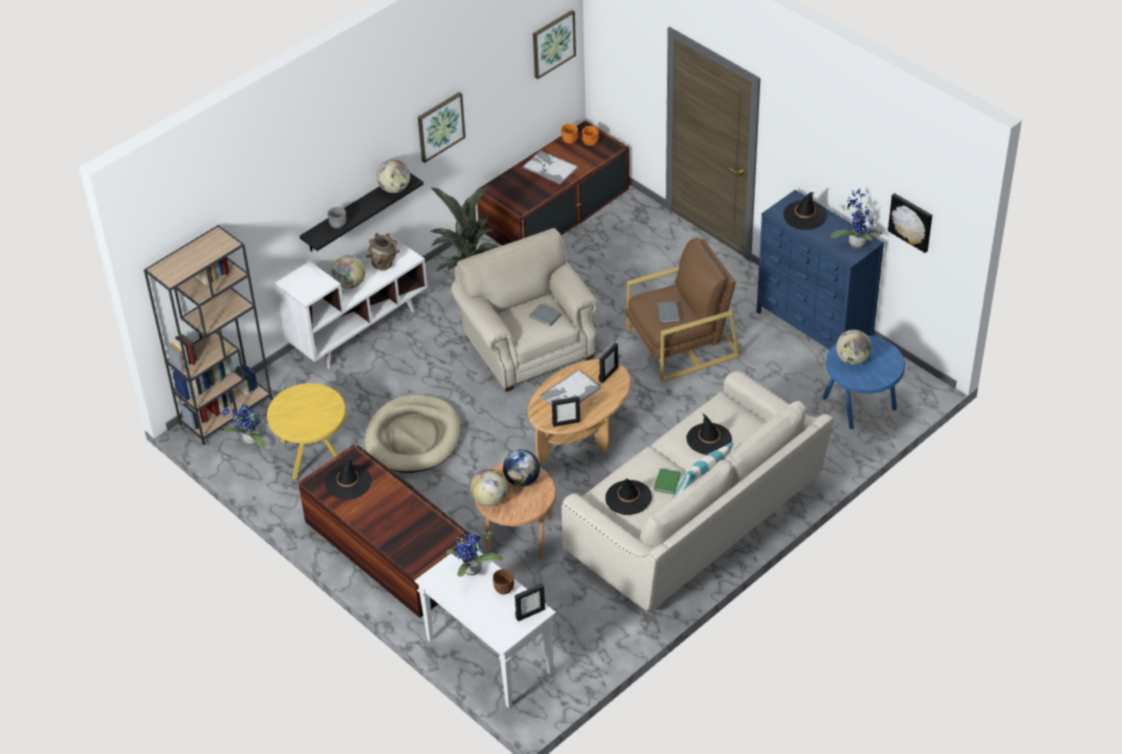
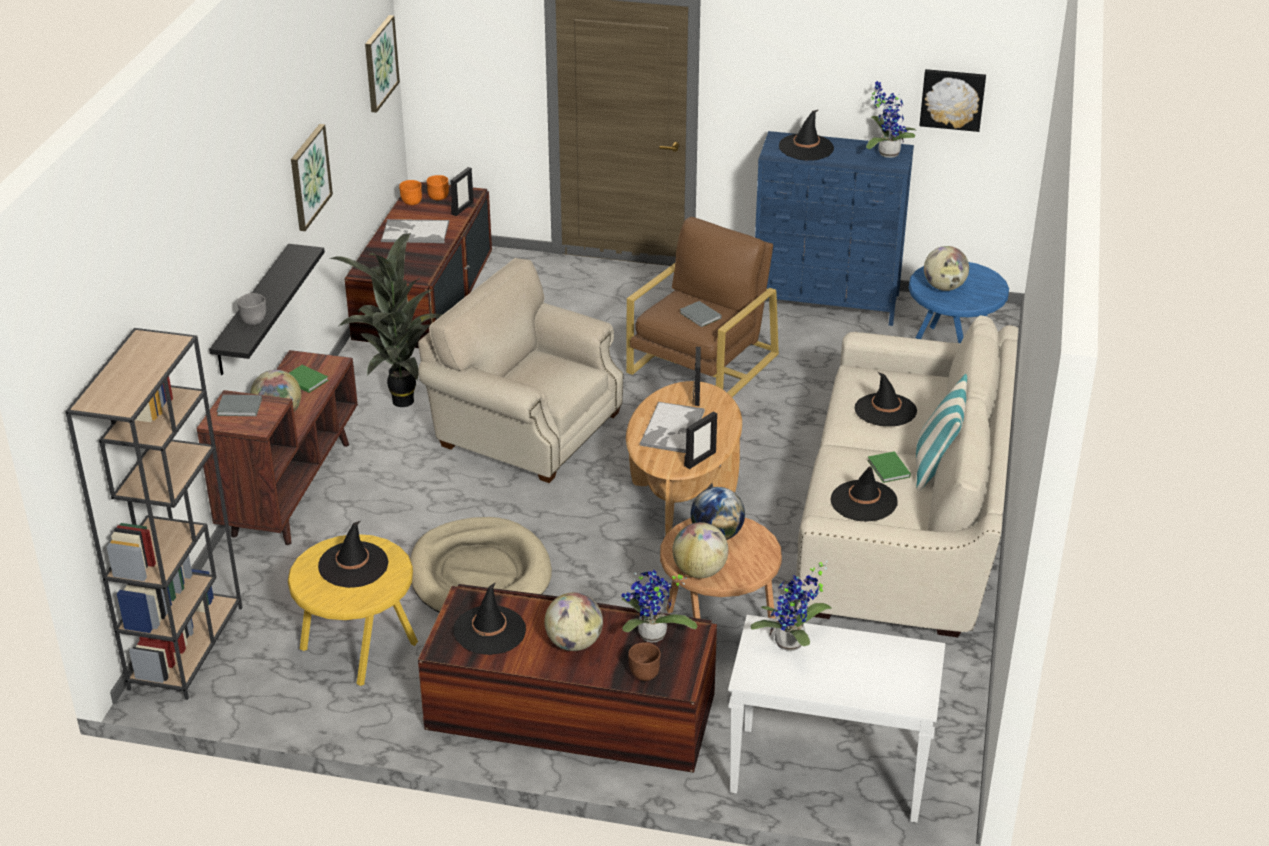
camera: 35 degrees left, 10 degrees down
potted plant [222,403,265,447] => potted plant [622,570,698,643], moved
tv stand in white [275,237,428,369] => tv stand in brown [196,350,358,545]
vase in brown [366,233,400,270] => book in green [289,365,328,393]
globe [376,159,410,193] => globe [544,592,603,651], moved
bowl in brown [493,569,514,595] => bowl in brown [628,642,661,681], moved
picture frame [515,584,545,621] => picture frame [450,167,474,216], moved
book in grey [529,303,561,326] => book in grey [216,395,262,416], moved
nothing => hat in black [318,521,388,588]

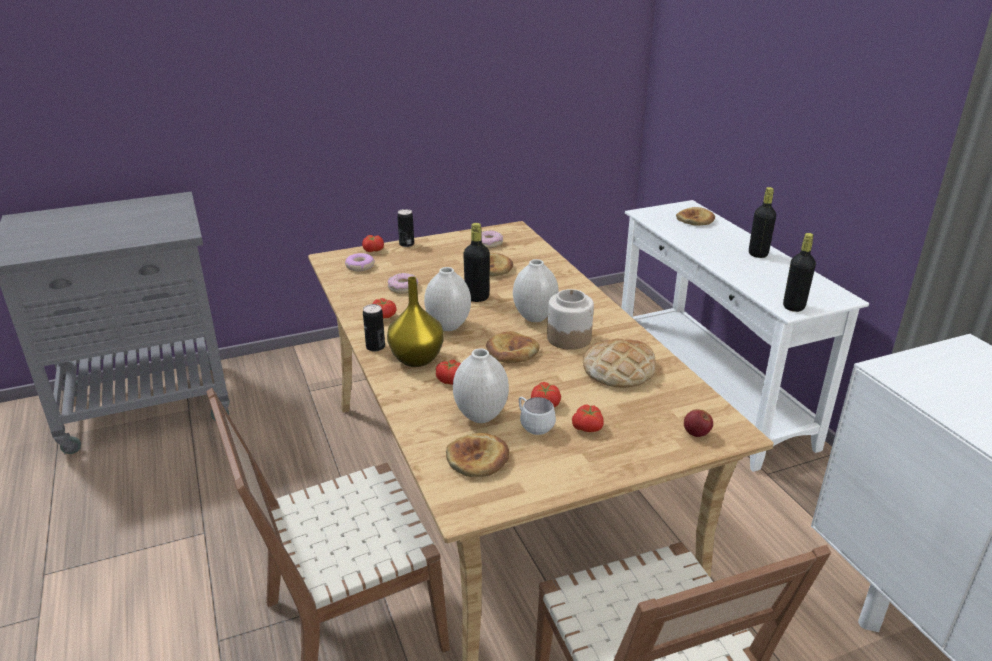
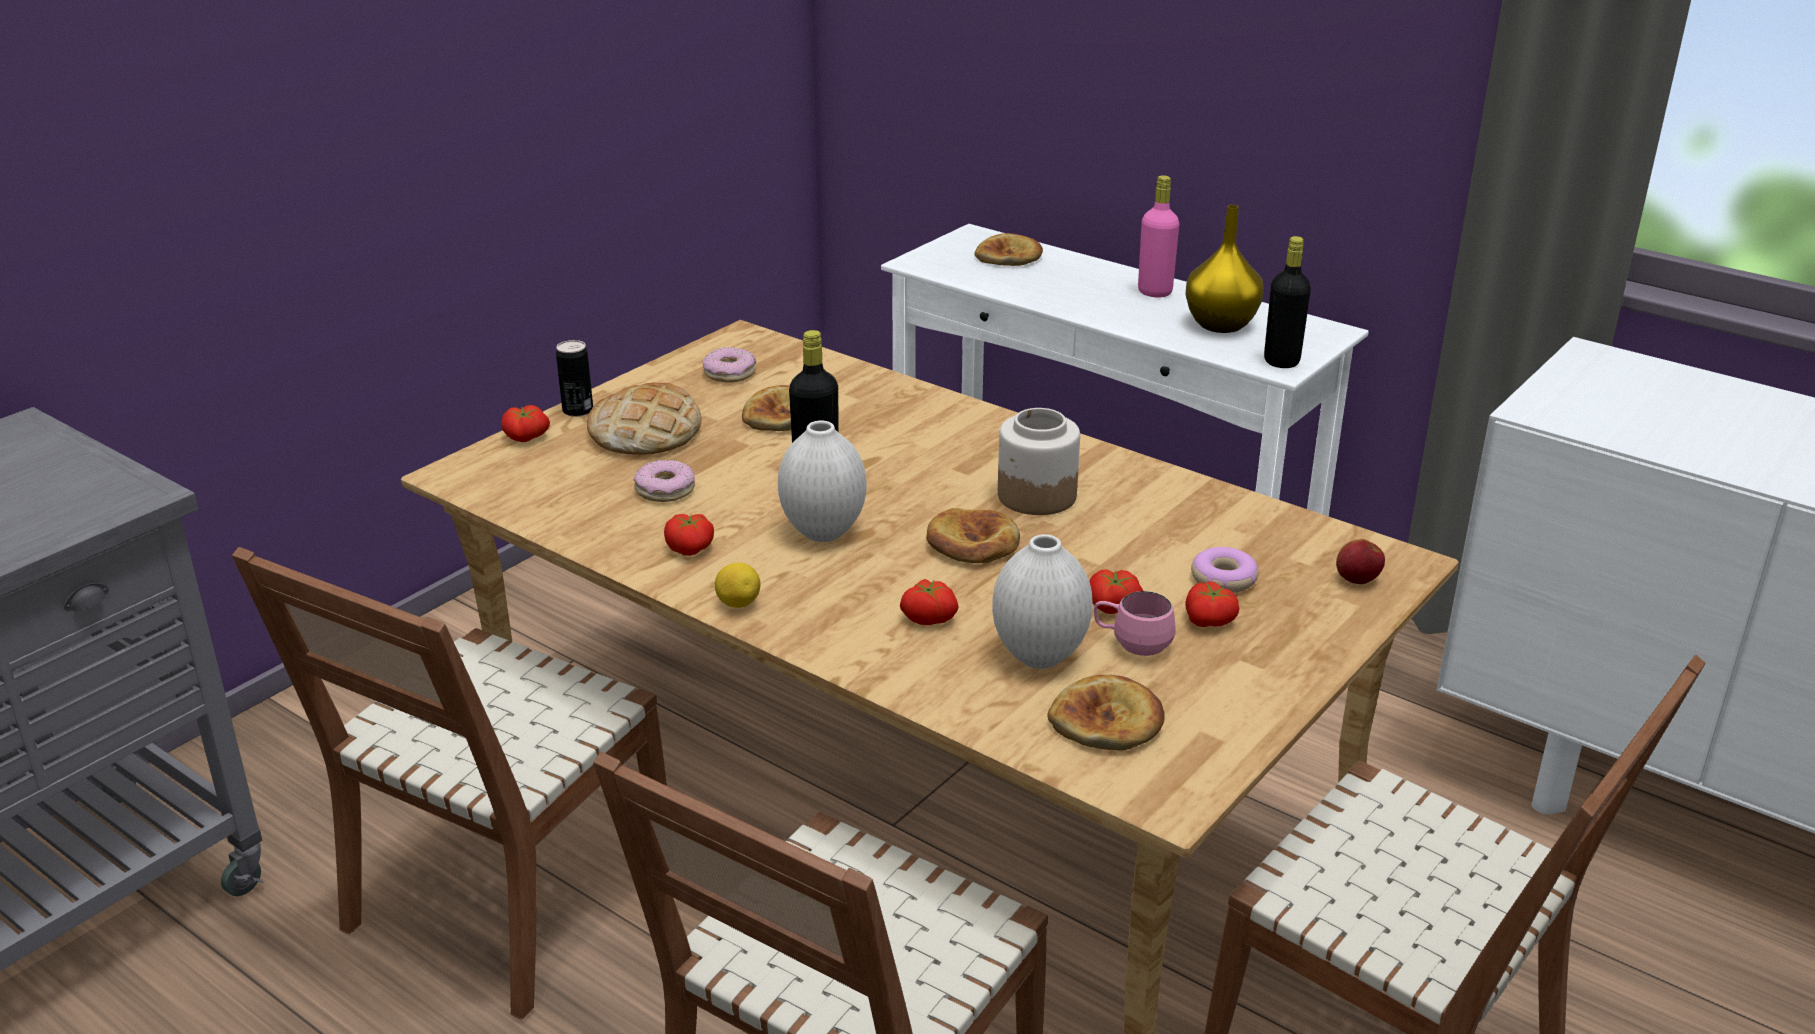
camera: 30 degrees left, 0 degrees up
donut [345,253,375,271] => donut [1191,547,1259,593], moved
can [363,304,385,351] => lemon [715,563,761,608]
vase in yellow [387,277,444,367] => vase in yellow [1185,205,1264,333], moved
vase in white [513,259,559,322] => nothing
mug in white [519,397,556,435] => mug in pink [1094,591,1176,656]
bread [583,339,656,388] => bread [587,382,702,455], moved
bottle in black [749,187,776,258] => bottle in pink [1138,175,1179,297]
nothing => chair [232,547,667,1020]

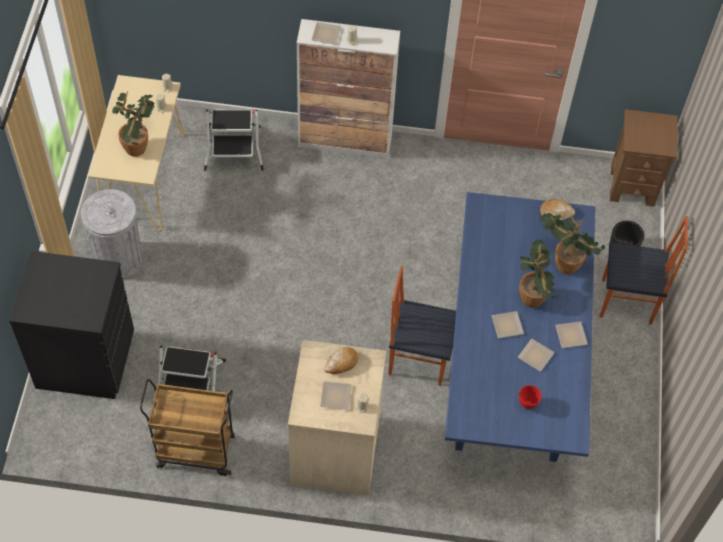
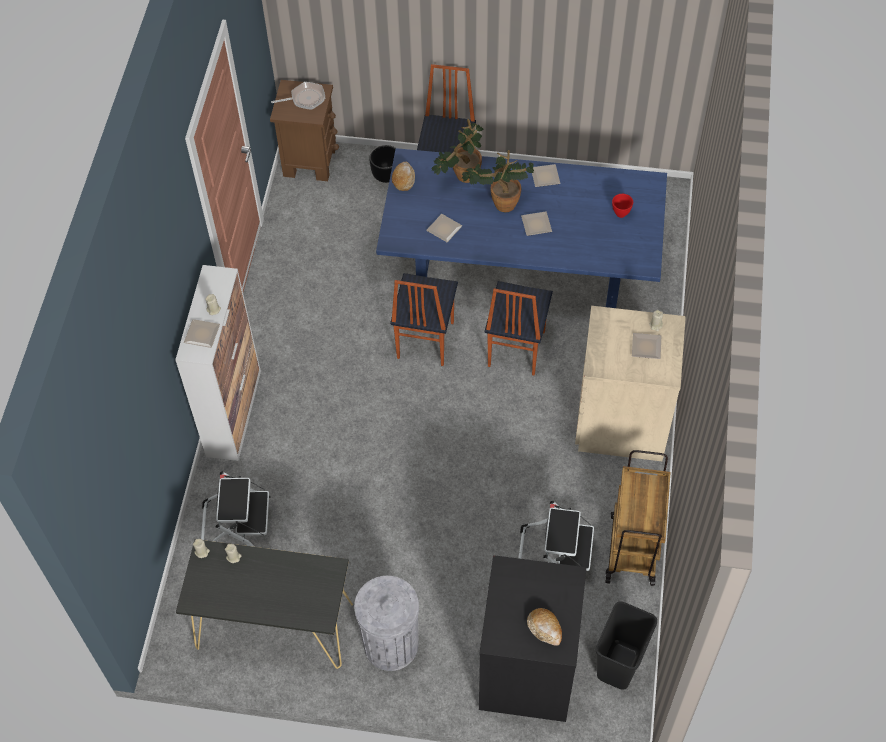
camera: 85 degrees left, 0 degrees up
console table in beige [88,75,185,231] => console table in black [176,539,353,669]
potted plant [112,92,155,157] => nothing
bread [324,347,358,374] => bread [527,608,562,646], moved
plate [518,338,554,372] => plate [426,214,462,242], moved
nothing => frying pan [271,82,325,110]
nothing => chair [390,273,458,366]
nothing => trash can in black [595,601,657,690]

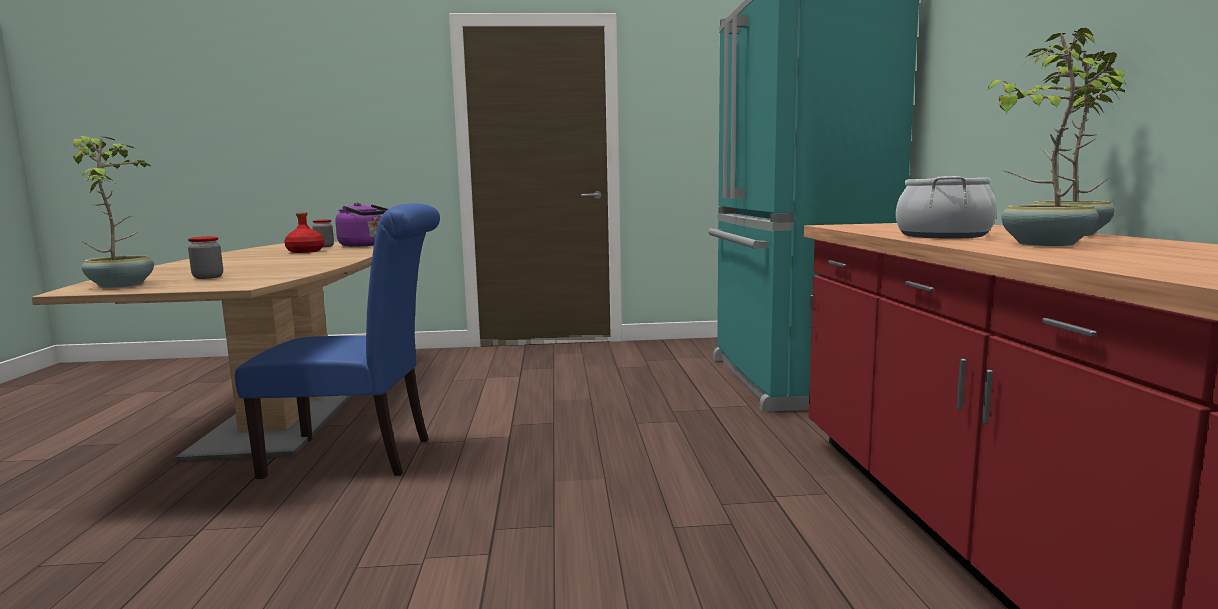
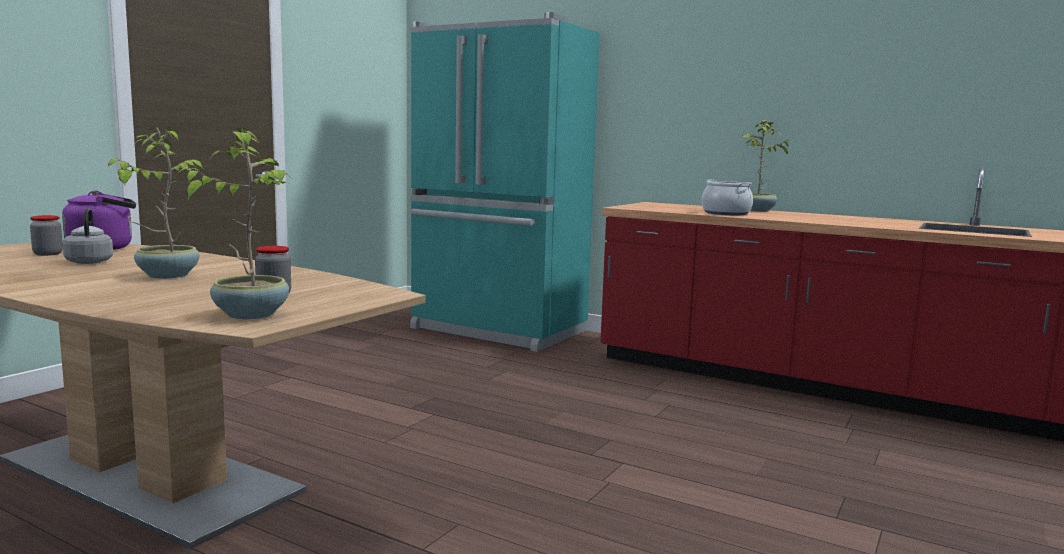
camera: 55 degrees left, 0 degrees up
chair in blue [235,203,440,479] => nothing
bottle in red [284,212,324,253] => kettle in grey [63,208,113,264]
potted plant [987,28,1127,246] => potted plant [107,127,204,279], moved

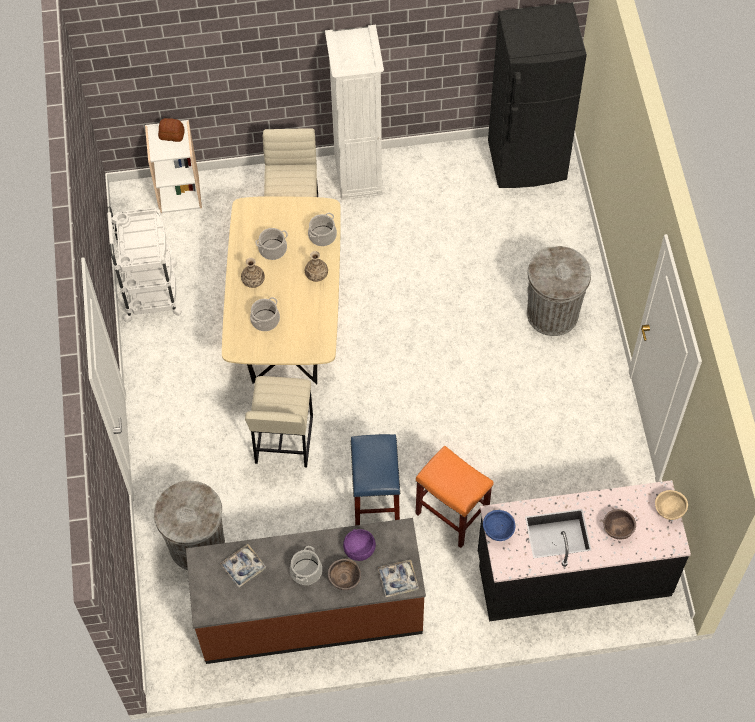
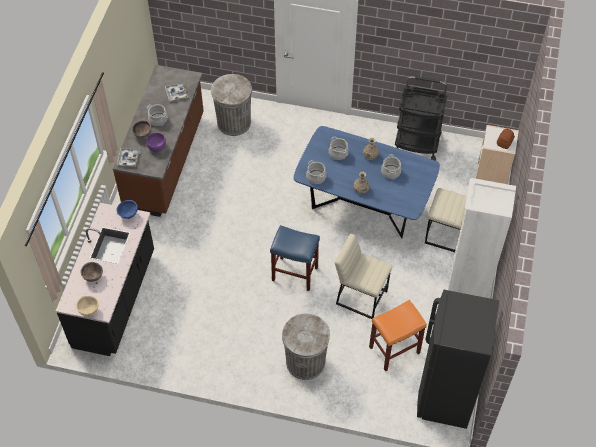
camera: 110 degrees right, 5 degrees down
cart in white [107,207,182,323] => cart in black [395,76,447,161]
dining table in beige [222,196,341,385] => dining table in blue [294,126,440,238]
chair in beige [245,376,313,467] => chair in beige [335,234,393,319], moved
cooking pot [308,213,337,246] => cooking pot [306,160,326,184], moved
stool in blue [350,434,400,526] => stool in blue [270,225,320,291], moved
stool in orange [415,445,494,548] => stool in orange [369,300,427,371], moved

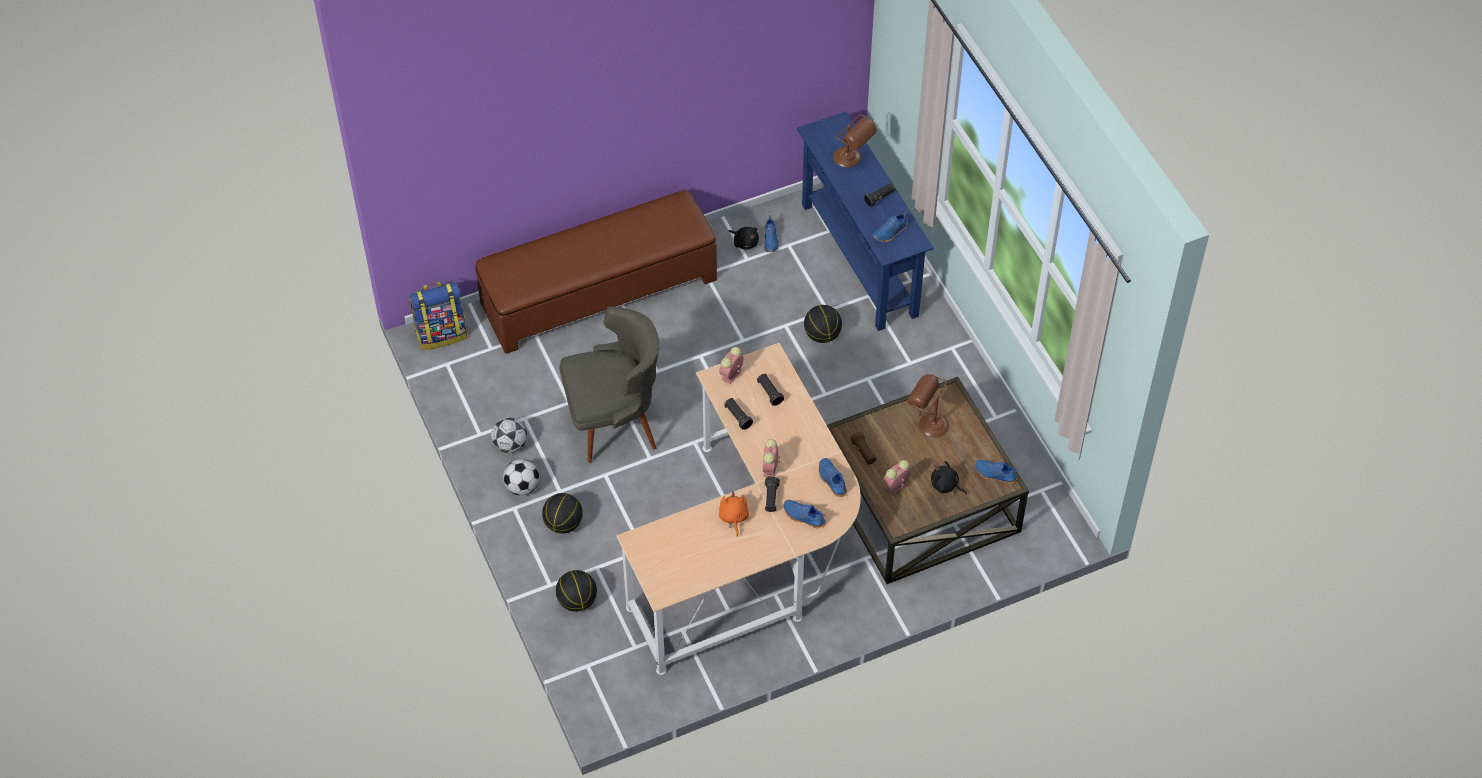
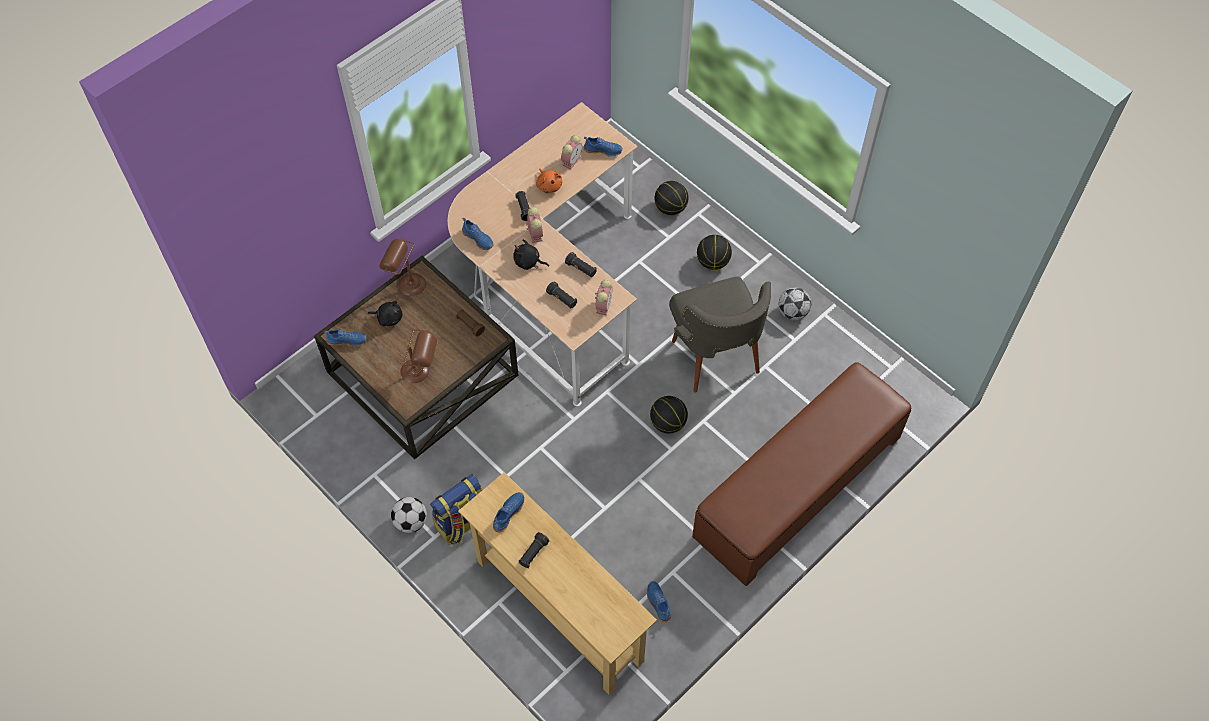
camera: 160 degrees right, 5 degrees up
backpack [410,282,467,350] => backpack [430,474,483,545], moved
football [503,459,540,496] => football [391,497,427,533], moved
chair in grey [560,306,660,463] => chair in grey [669,277,771,393], 75 degrees counterclockwise
plush toy in black [728,227,759,250] => plush toy in black [513,240,549,270], moved
shoe in blue [784,500,826,528] => shoe in blue [583,137,623,157], moved
console table in blue [797,111,934,331] => console table in beige [458,472,657,695]
basketball [804,305,842,343] => basketball [650,396,688,434], moved
table lamp in brown [833,114,877,167] => table lamp in brown [379,239,426,296], moved
alarm clock [883,460,911,495] => alarm clock [561,135,582,169], moved

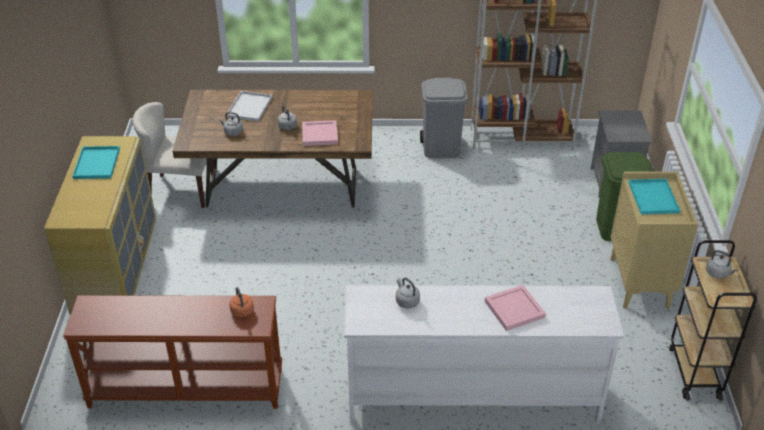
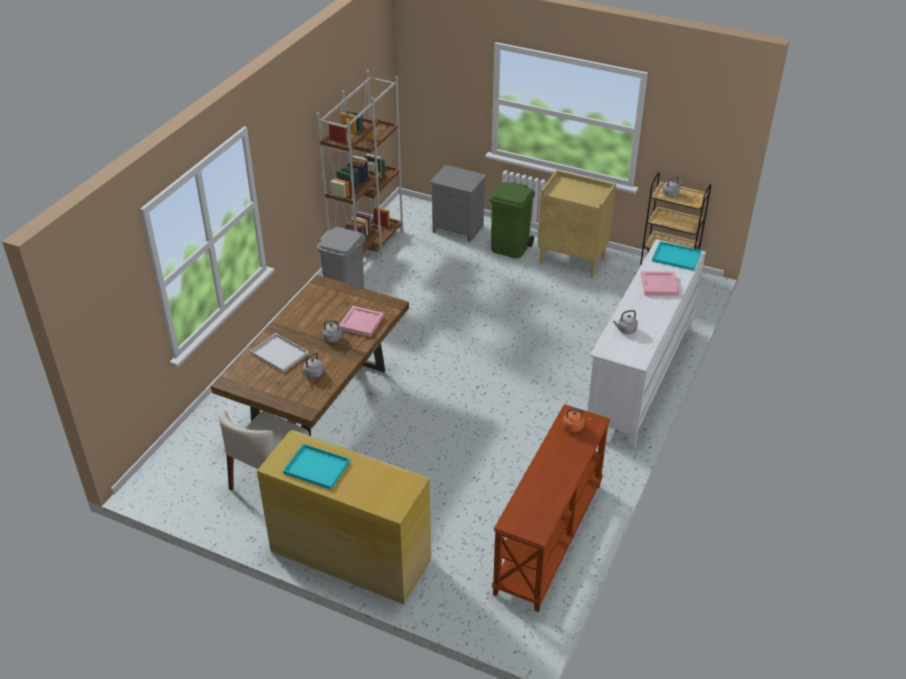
camera: 65 degrees left, 0 degrees up
tray in turquoise [628,179,680,214] => tray in turquoise [652,241,702,271], moved

